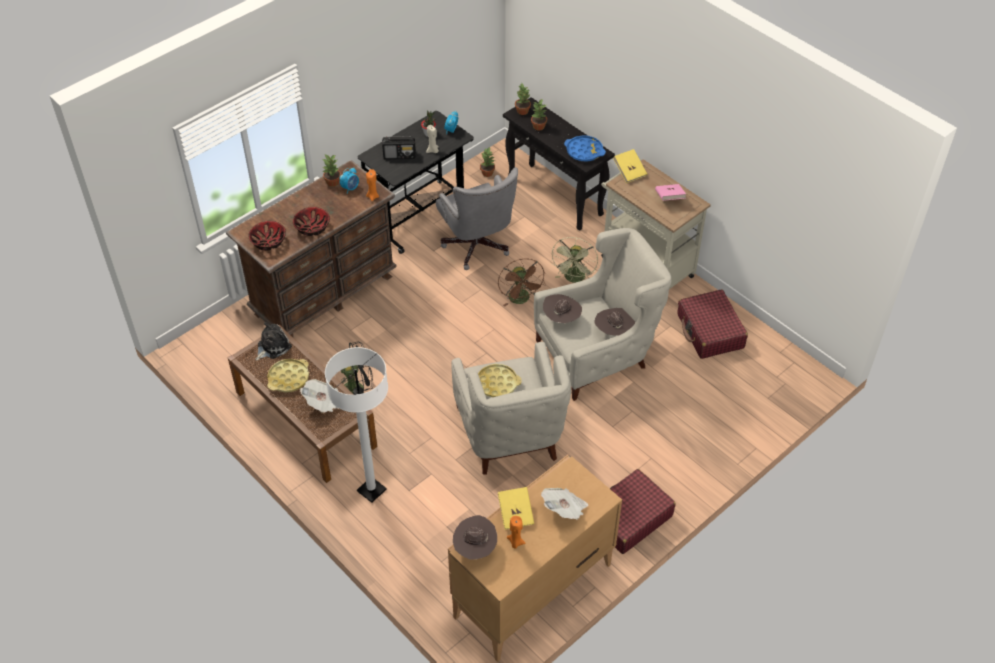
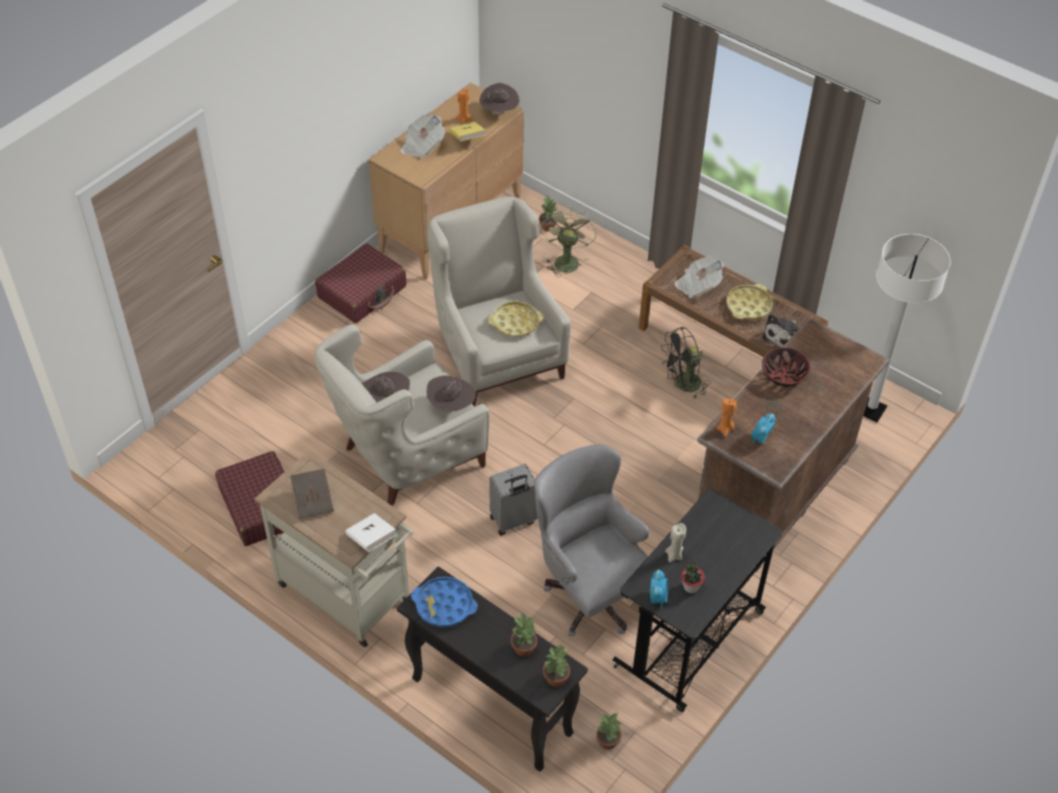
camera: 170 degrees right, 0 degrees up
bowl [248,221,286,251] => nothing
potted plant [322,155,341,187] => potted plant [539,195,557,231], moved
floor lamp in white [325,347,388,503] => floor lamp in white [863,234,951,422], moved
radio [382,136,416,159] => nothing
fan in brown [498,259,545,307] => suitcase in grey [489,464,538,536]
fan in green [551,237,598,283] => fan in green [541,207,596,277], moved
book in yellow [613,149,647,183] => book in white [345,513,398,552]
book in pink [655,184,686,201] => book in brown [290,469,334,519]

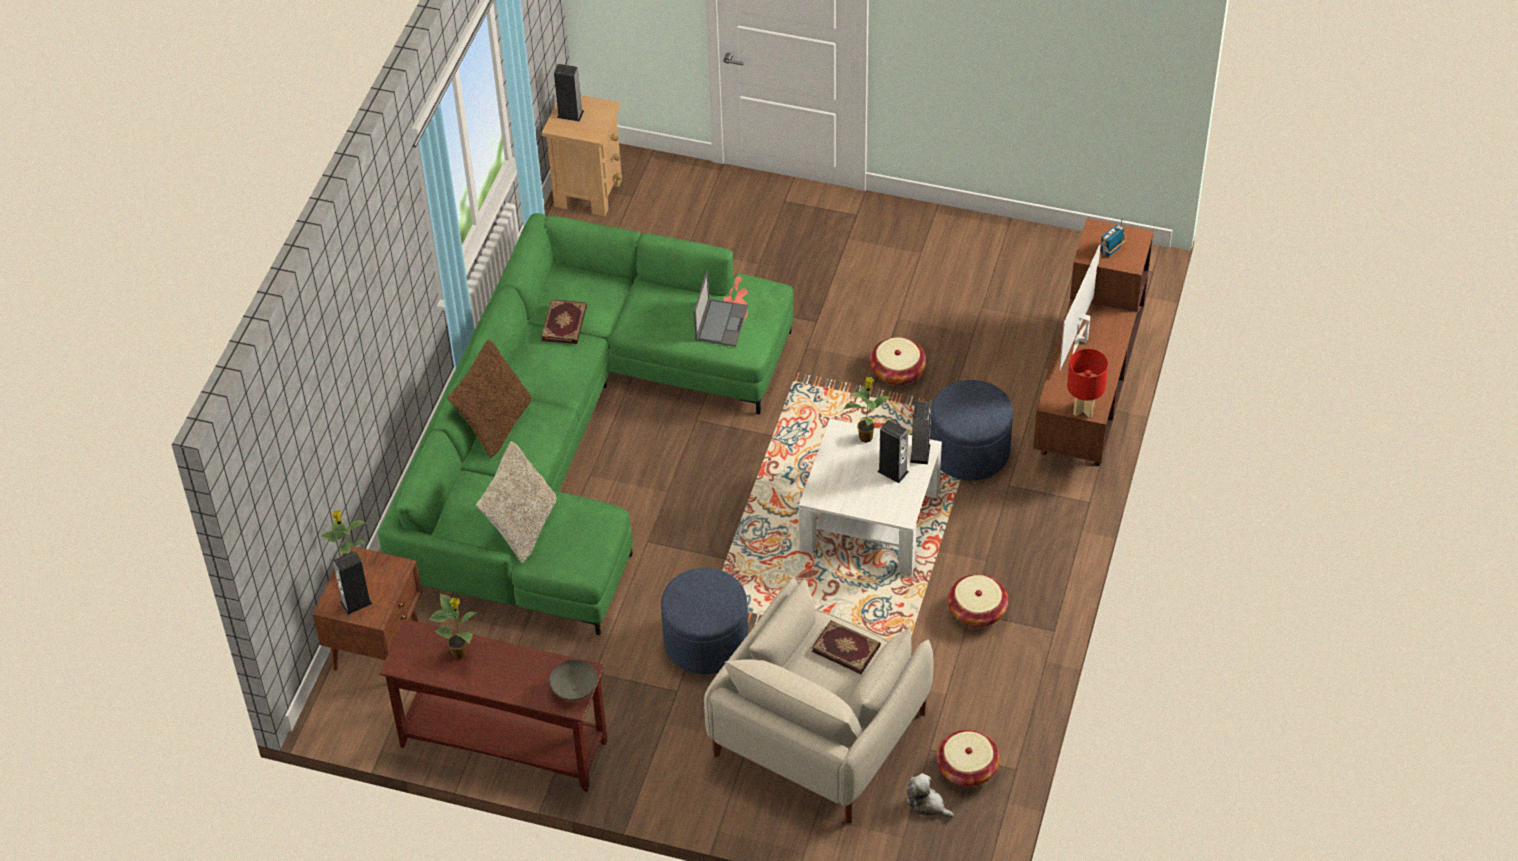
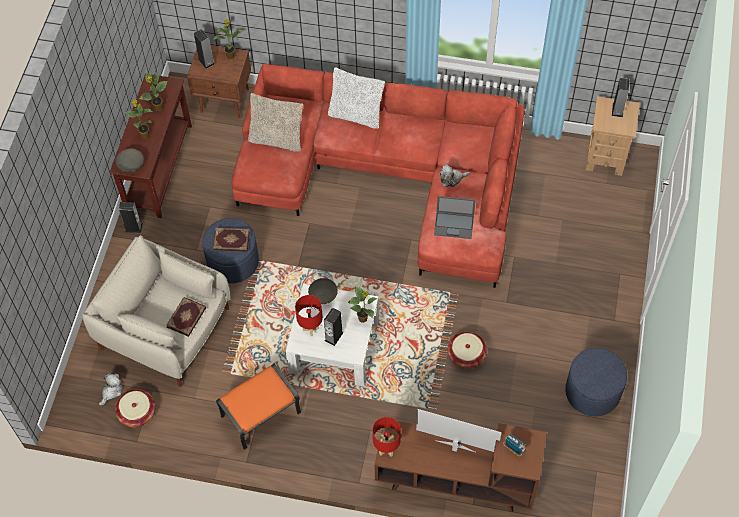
camera: 85 degrees right, 10 degrees up
sofa in green [378,213,794,635] => sofa in red [232,64,524,288]
pillow in brown [447,339,531,458] => pillow in white [328,67,385,129]
book [541,299,587,344] => book [213,227,250,252], moved
speaker [910,401,931,465] => speaker [119,202,143,233], moved
ottoman in blue [930,380,1013,480] => ottoman in blue [565,348,627,416], moved
basket [948,574,1008,628] => ottoman in orange [216,364,301,450]
nothing => potted plant [126,100,152,139]
nothing => table lamp in red [295,295,323,336]
nothing => bowl in grey [308,278,338,304]
nothing => plush toy [440,165,470,187]

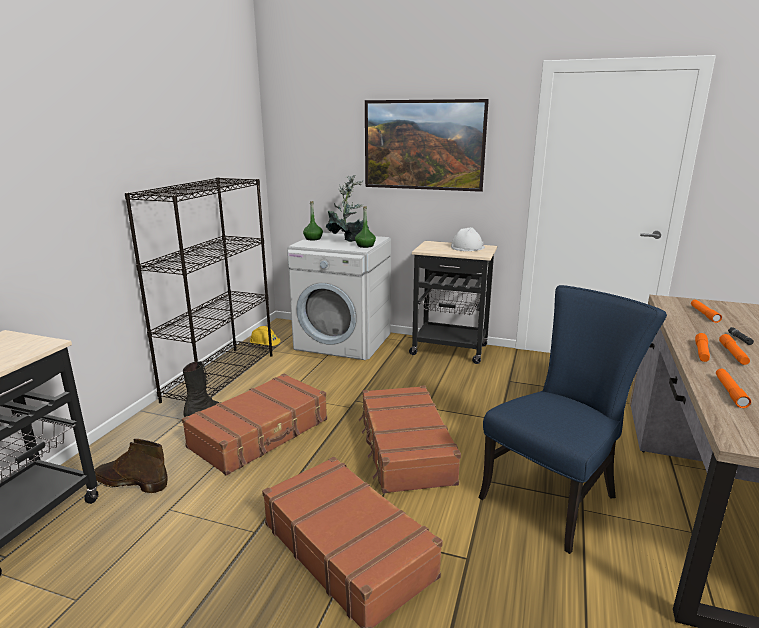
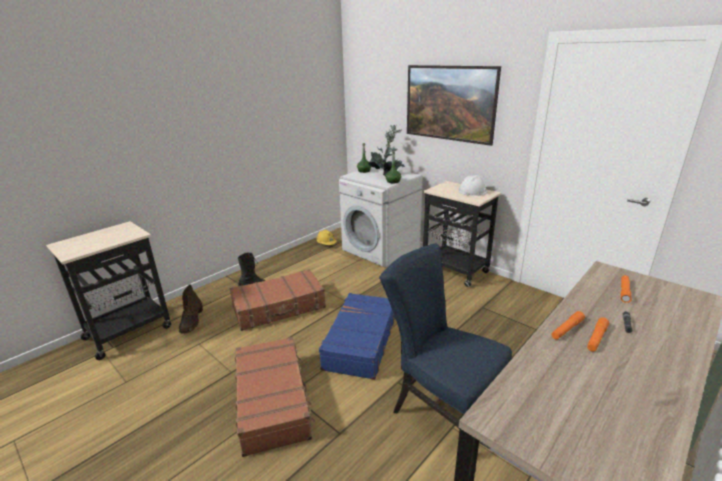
camera: 25 degrees right, 5 degrees up
boot in brown [94,439,168,493] => boot in brown [179,284,203,334], 135 degrees counterclockwise
bookcase in black [124,177,273,403] => nothing
suitcase in brown [359,385,461,494] => suitcase in blue [319,293,395,380]
chair in blue [478,285,667,554] => chair in blue [379,244,512,429], 120 degrees counterclockwise
flashlight in orange [716,369,751,408] => nothing

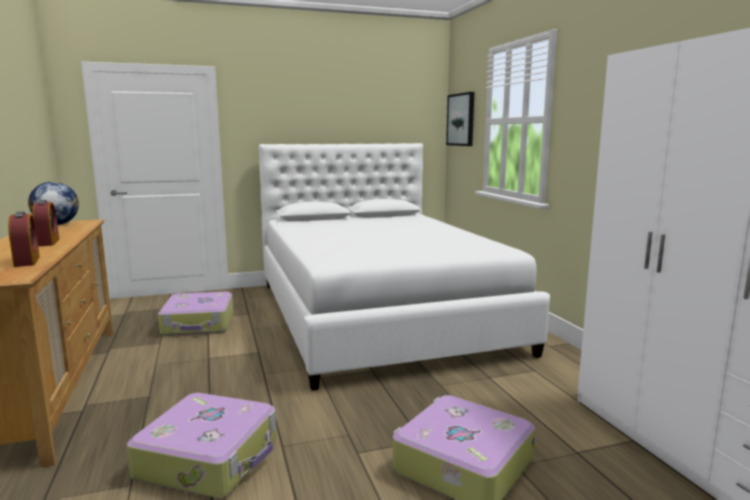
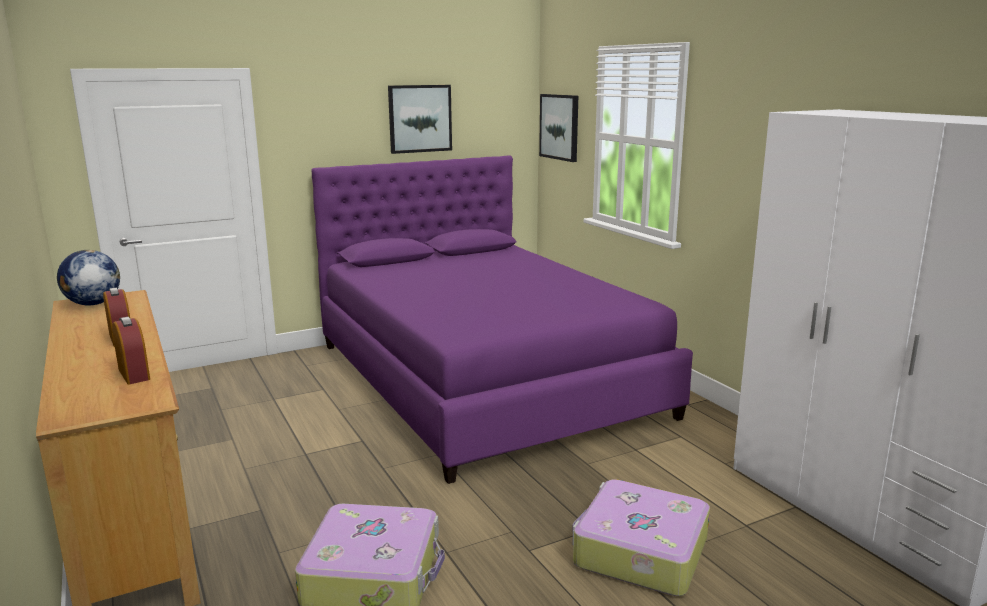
camera: 10 degrees left, 5 degrees up
suitcase [158,292,233,336] => nothing
bed in white [259,143,550,390] => bed in purple [311,156,693,484]
nothing => picture [388,85,452,154]

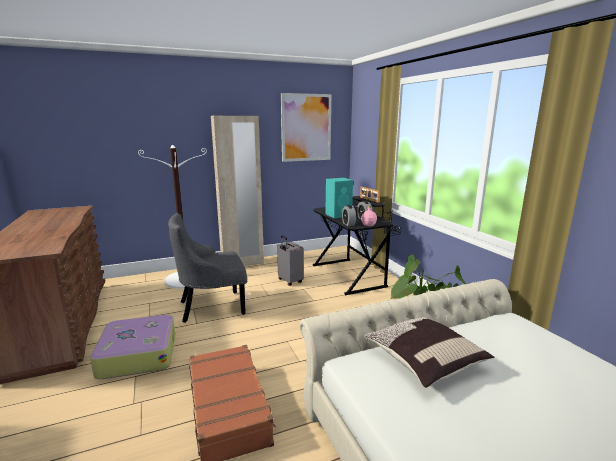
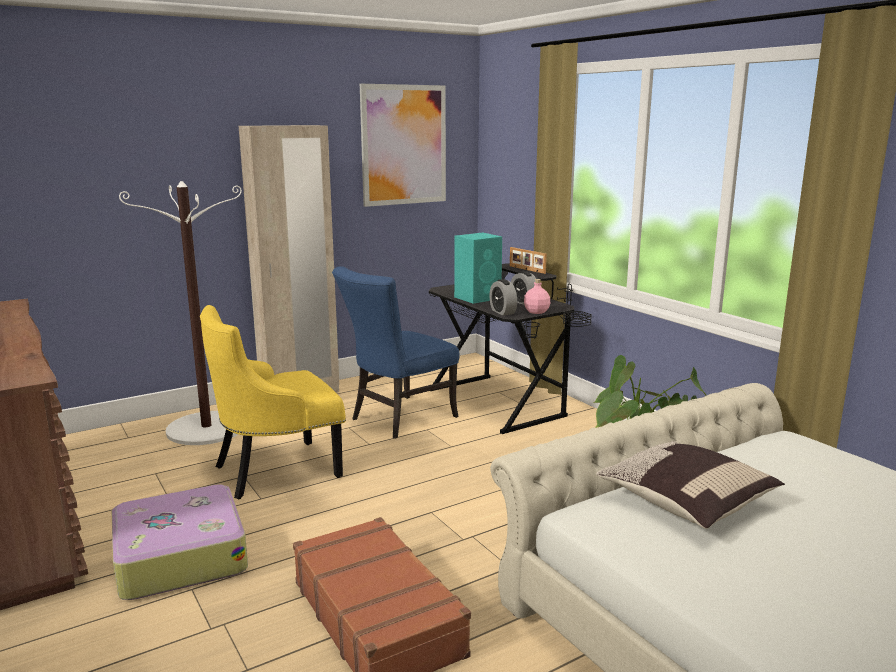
camera: 10 degrees left, 0 degrees up
armchair in grey [168,213,247,323] => armchair in yellow [200,305,346,499]
suitcase in grey [277,235,304,286] => chair in blue [332,266,460,439]

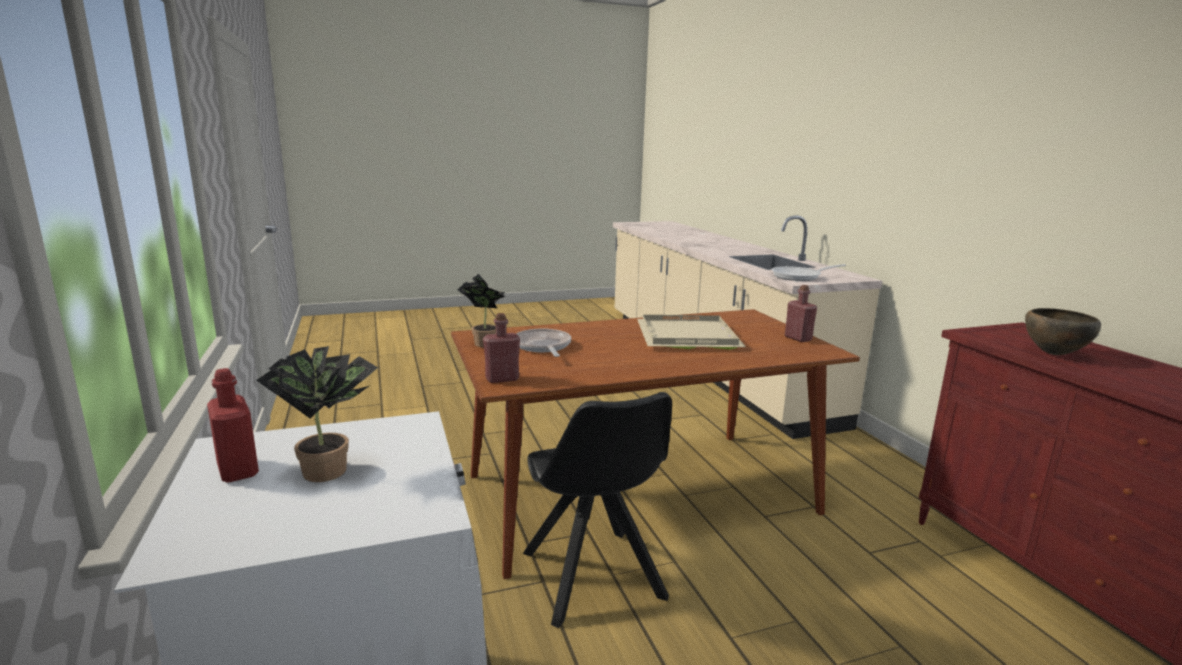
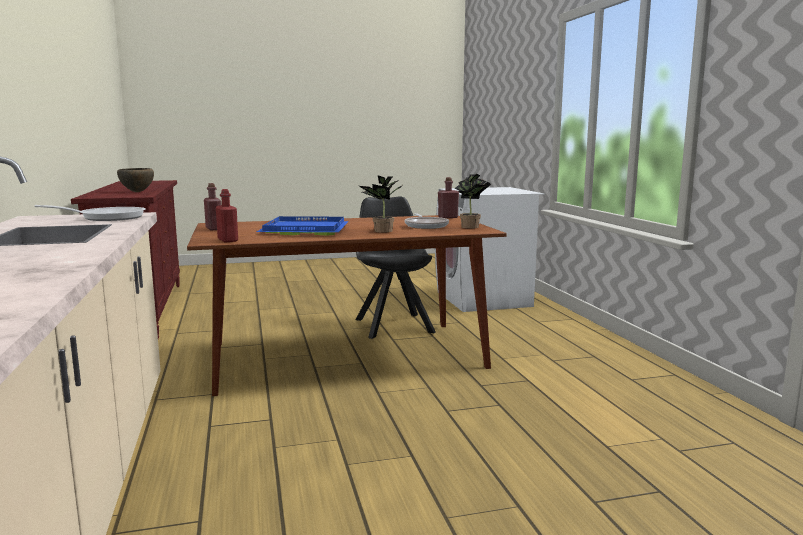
camera: 175 degrees left, 5 degrees down
bottle in red [207,368,259,482] => bottle in red [216,189,238,242], moved
potted plant [256,346,378,482] => potted plant [359,175,402,233], moved
tray in beige [637,315,746,350] => tray in blue [257,216,349,236]

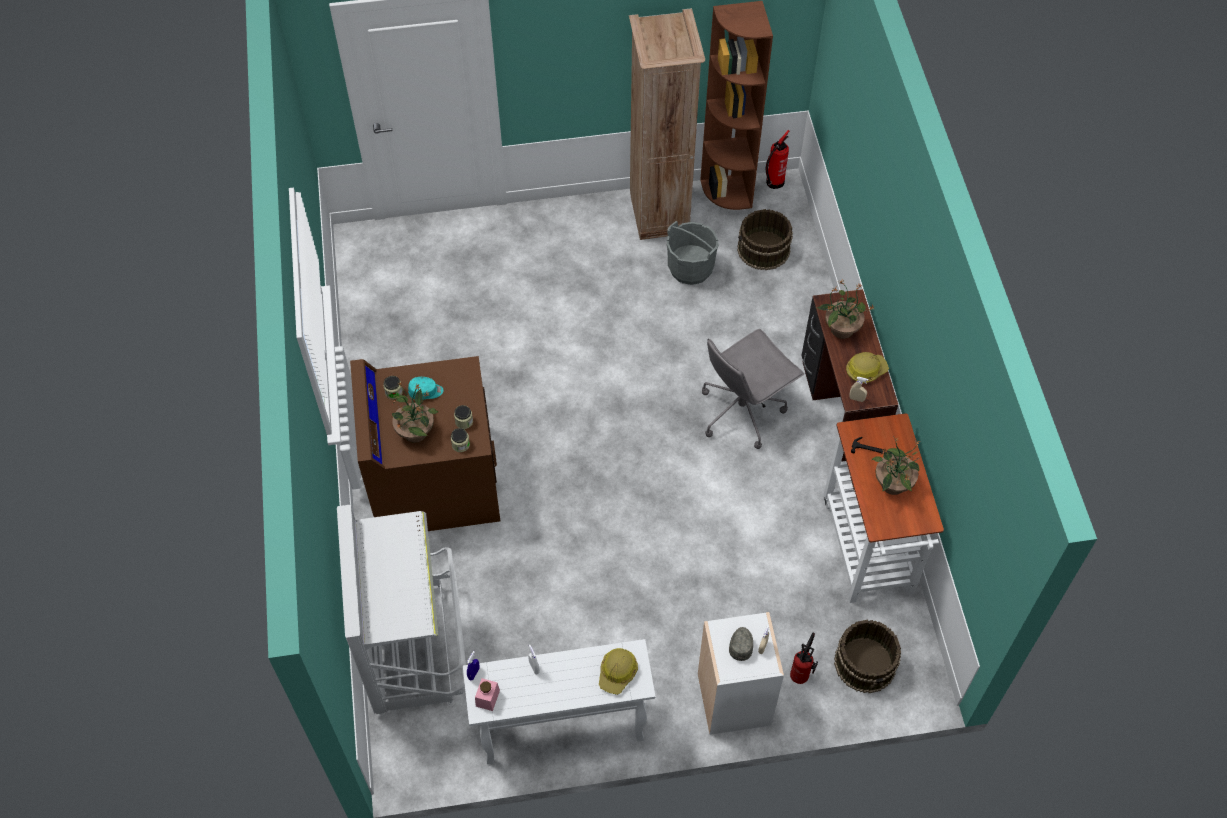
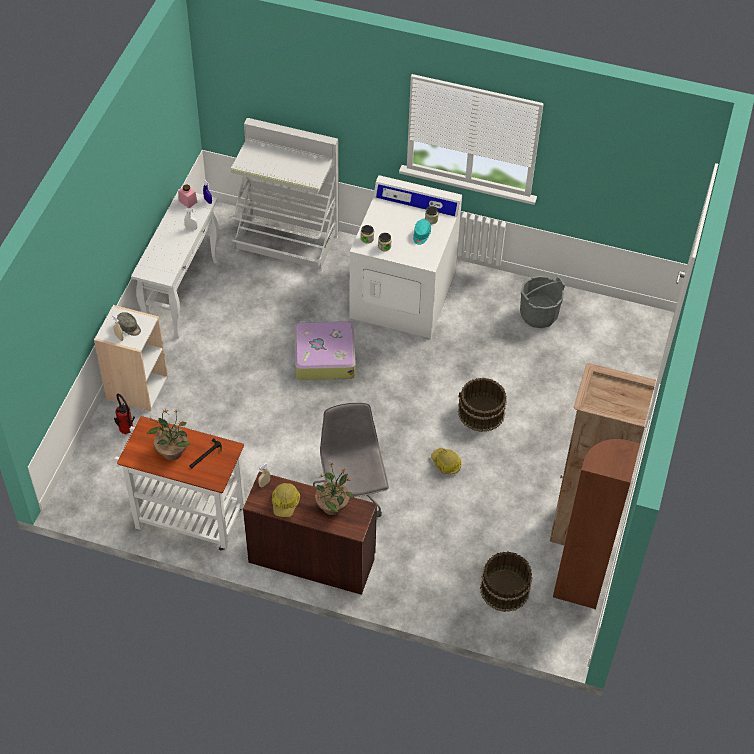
camera: 115 degrees right, 5 degrees down
washing machine in brown [350,356,500,531] => washing machine in white [350,175,462,338]
potted plant [392,383,438,443] => nothing
hard hat [599,648,638,695] => hard hat [431,448,462,474], moved
bucket in grey [667,221,719,285] => bucket in grey [520,276,565,328], moved
fire extinguisher [766,130,789,189] => nothing
bucket in brown [834,619,901,693] => bucket in brown [458,377,507,432], moved
nothing => suitcase [295,320,356,380]

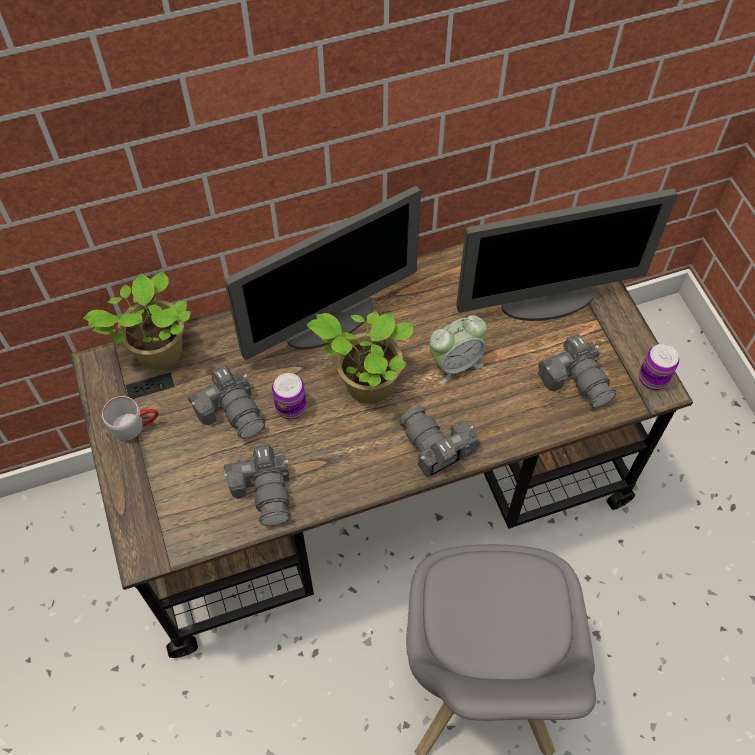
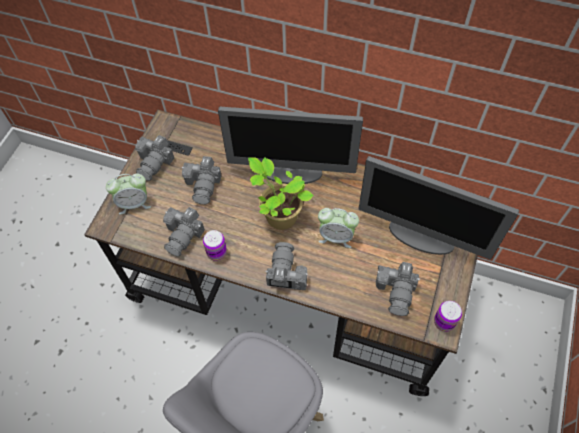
camera: 40 degrees right, 0 degrees up
potted plant [83,271,191,370] => nothing
mug in grey [102,396,158,441] => photo camera [135,135,174,181]
can [272,373,307,420] => can [203,230,227,261], moved
nothing => alarm clock [106,174,151,214]

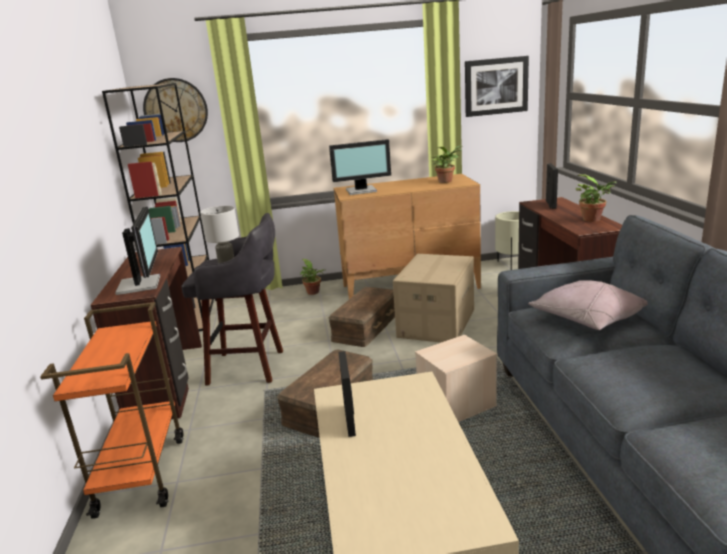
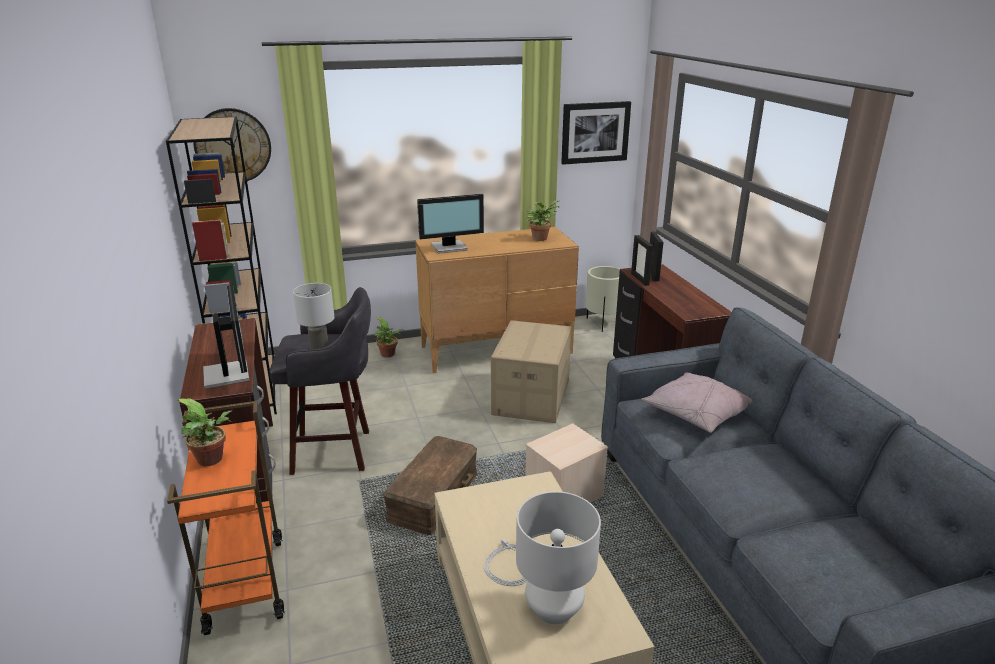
camera: 10 degrees left, 5 degrees up
storage box in brown [328,287,395,347] => nothing
picture frame [338,351,356,437] => picture frame [631,235,653,286], moved
potted plant [576,174,616,222] => potted plant [178,398,232,466], moved
nothing => table lamp in white [484,491,601,624]

